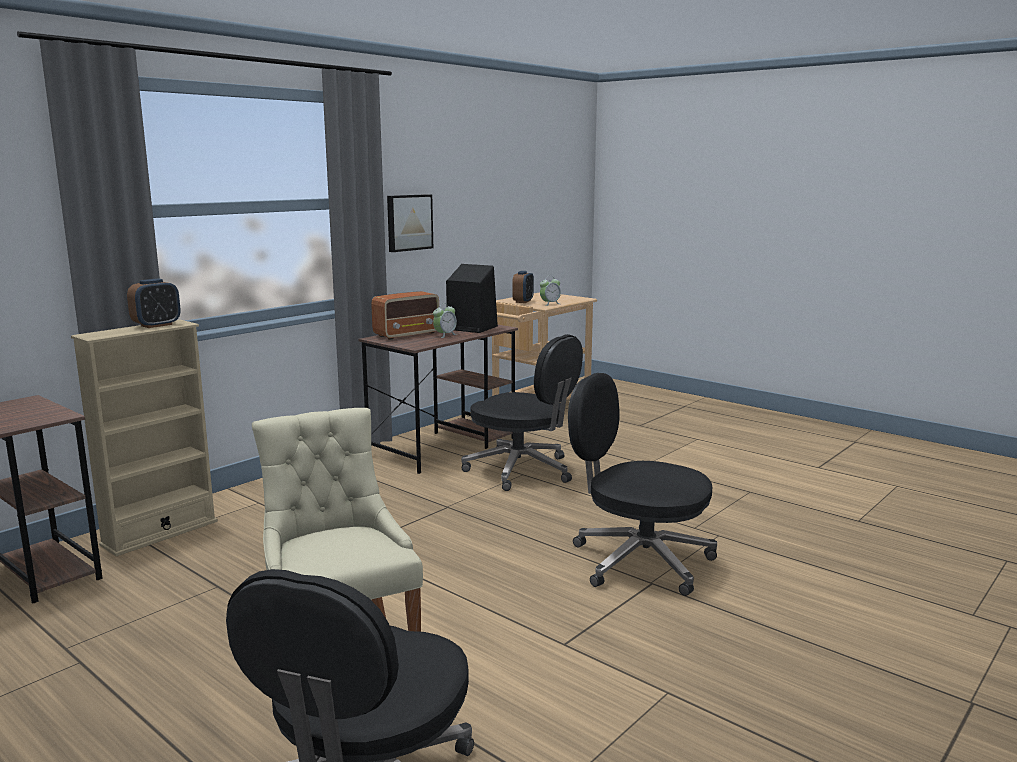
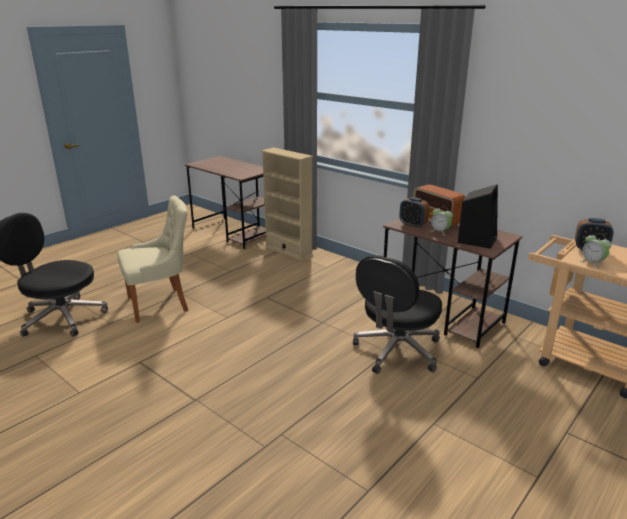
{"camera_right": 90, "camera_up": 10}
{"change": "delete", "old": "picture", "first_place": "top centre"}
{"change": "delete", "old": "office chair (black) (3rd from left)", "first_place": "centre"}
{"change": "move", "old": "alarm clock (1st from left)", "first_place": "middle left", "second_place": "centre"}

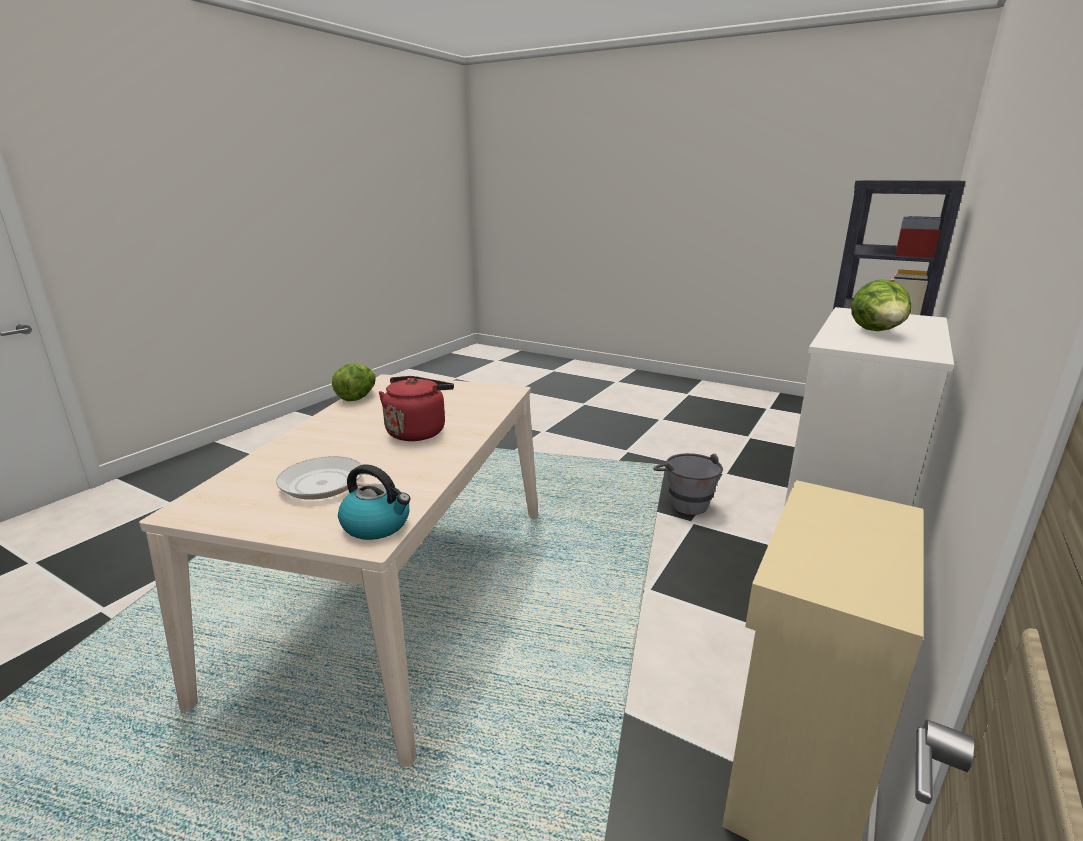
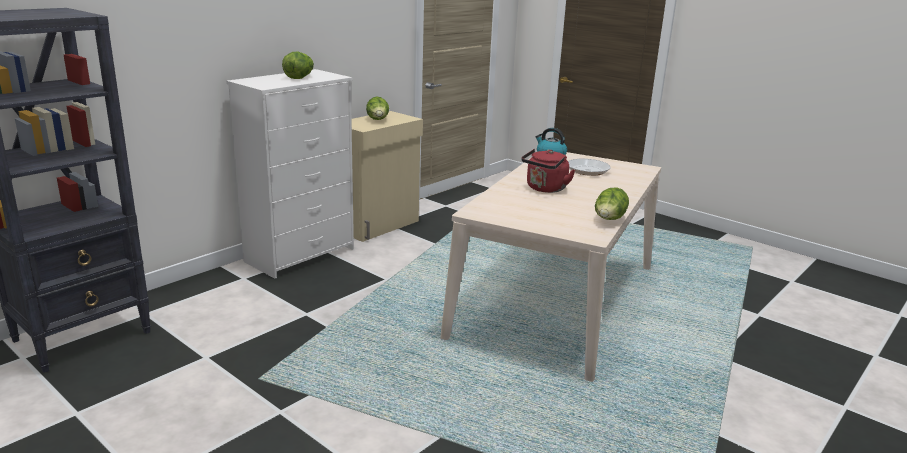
{"camera_right": -170, "camera_up": 0}
{"change": "delete", "old": "bucket (grey)", "first_place": "centre"}
{"change": "insert", "new": "lettuce (2nd from left)", "second_place": "top centre"}

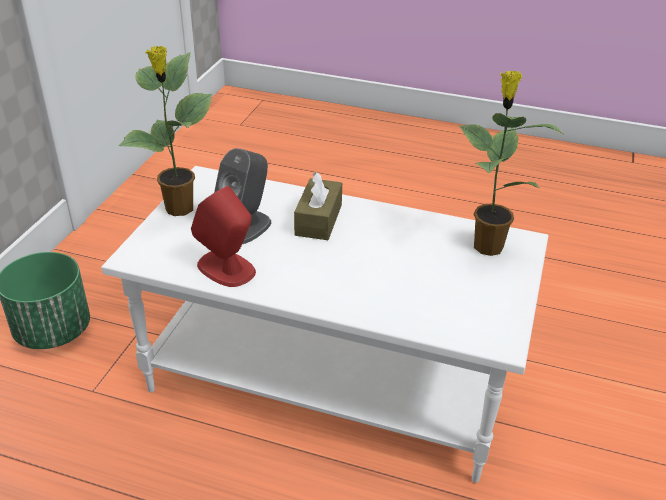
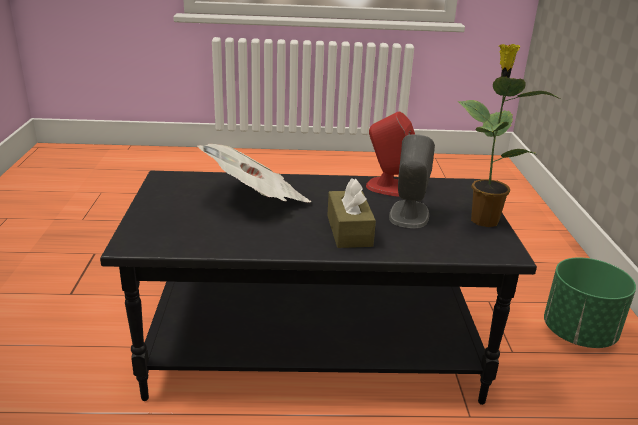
{"camera_right": 160, "camera_up": -10}
{"change": "delete", "old": "potted plant (2nd from left)", "first_place": "top right"}
{"change": "insert", "new": "newspaper", "second_place": "centre"}
{"change": "recolor", "old": "coffee table (white)", "new": "coffee table (black)", "first_place": "centre", "second_place": "bottom centre"}

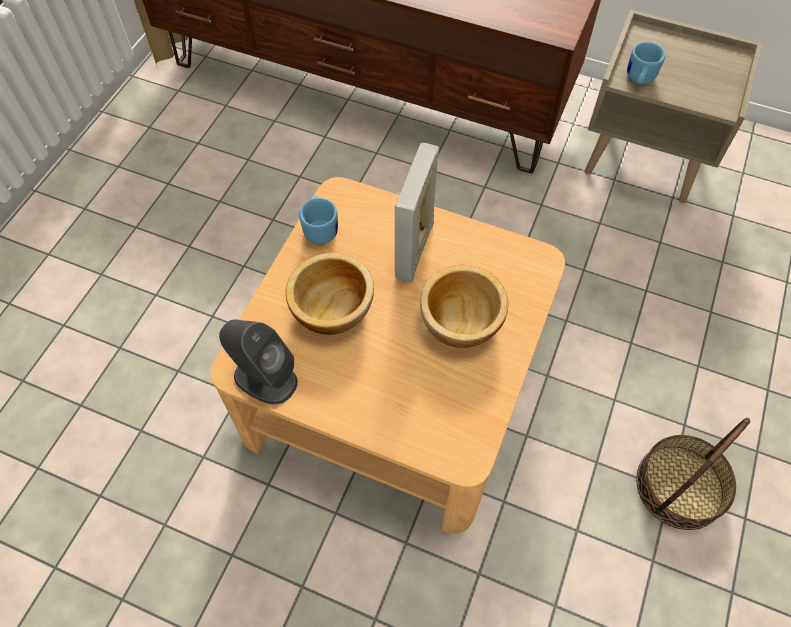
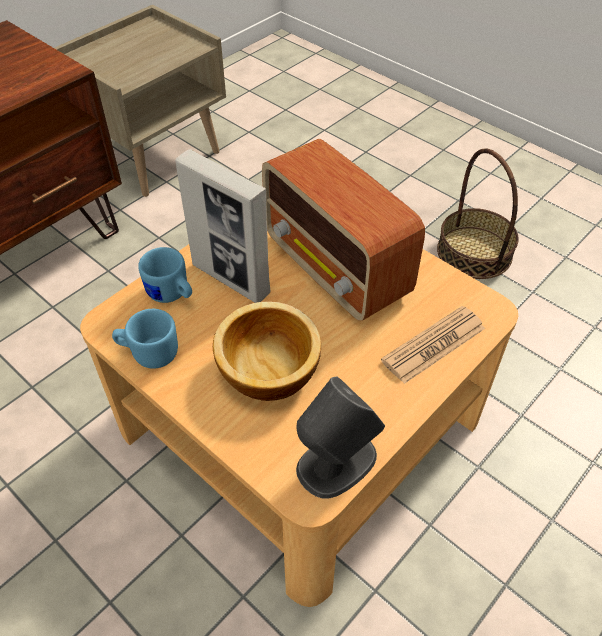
{"camera_right": -70, "camera_up": -10}
{"change": "insert", "new": "newspaper", "second_place": "middle right"}
{"change": "move", "old": "mug (blue) (2nd from left)", "first_place": "top right", "second_place": "middle left"}
{"change": "replace", "old": "bowl (2nd from left)", "new": "radio", "first_place": "centre", "second_place": "centre"}

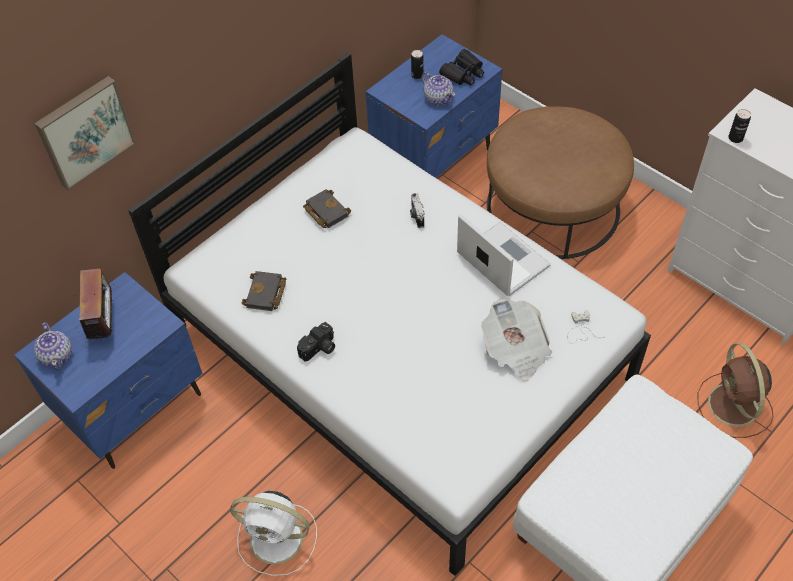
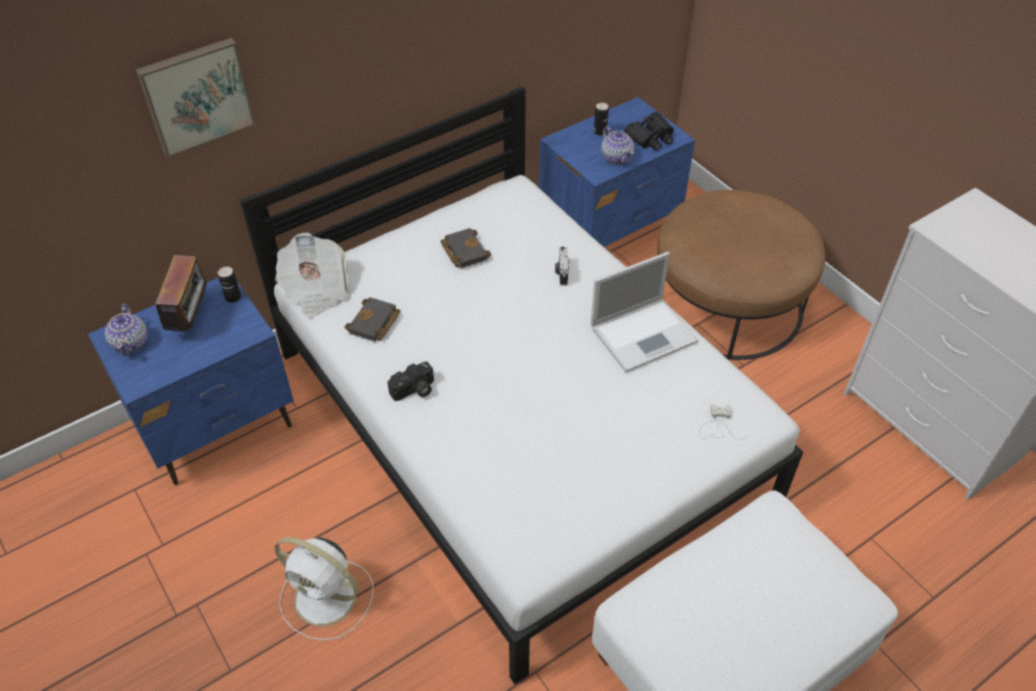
{"camera_right": 10, "camera_up": -5}
{"change": "delete", "old": "fan (brown)", "first_place": "bottom right"}
{"change": "move", "old": "newspaper", "first_place": "centre", "second_place": "middle left"}
{"change": "move", "old": "can (2nd from left in the first image)", "new": "can (1st from left)", "first_place": "top right", "second_place": "middle left"}
{"change": "rotate", "old": "laptop", "first_place": "centre", "second_place": "centre", "degrees": 90}

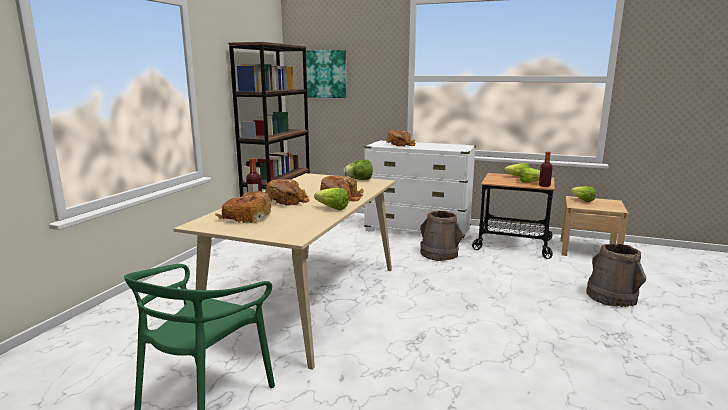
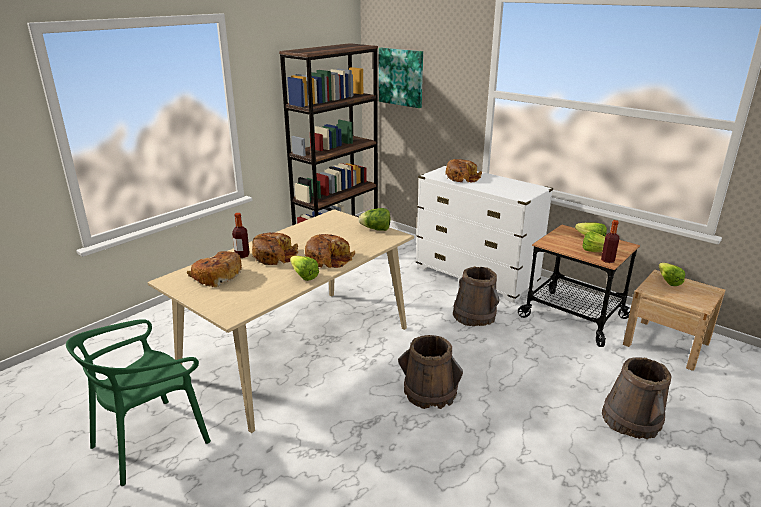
{"camera_right": 20, "camera_up": 10}
{"change": "insert", "new": "bucket (brown) (1st from left)", "second_place": "bottom centre"}

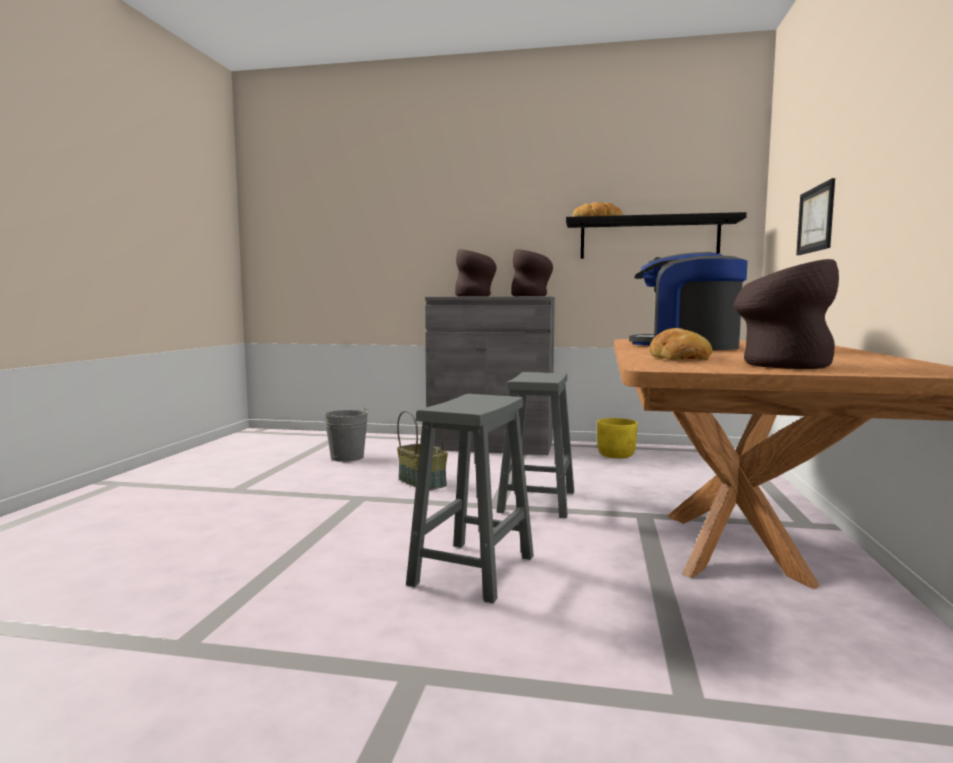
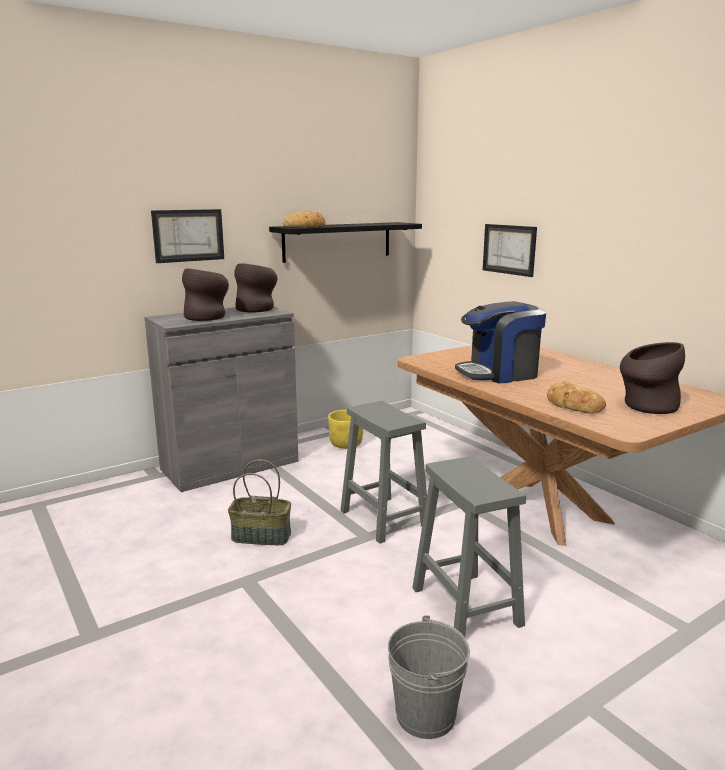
{"camera_right": -45, "camera_up": 10}
{"change": "insert", "new": "picture (1st from left)", "second_place": "top left"}
{"change": "move", "old": "bucket (grey)", "first_place": "centre", "second_place": "bottom centre"}

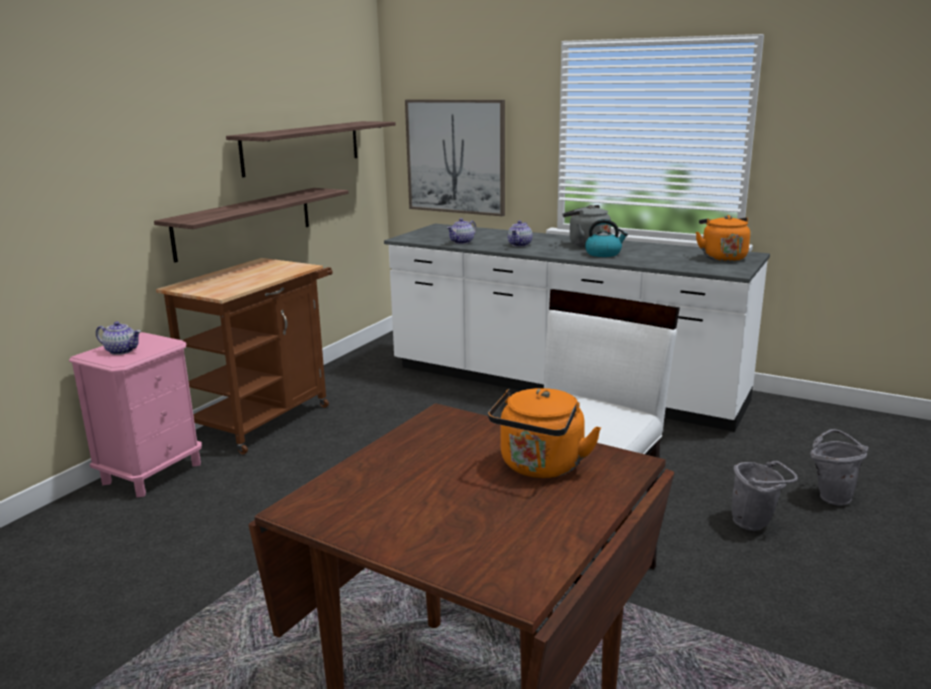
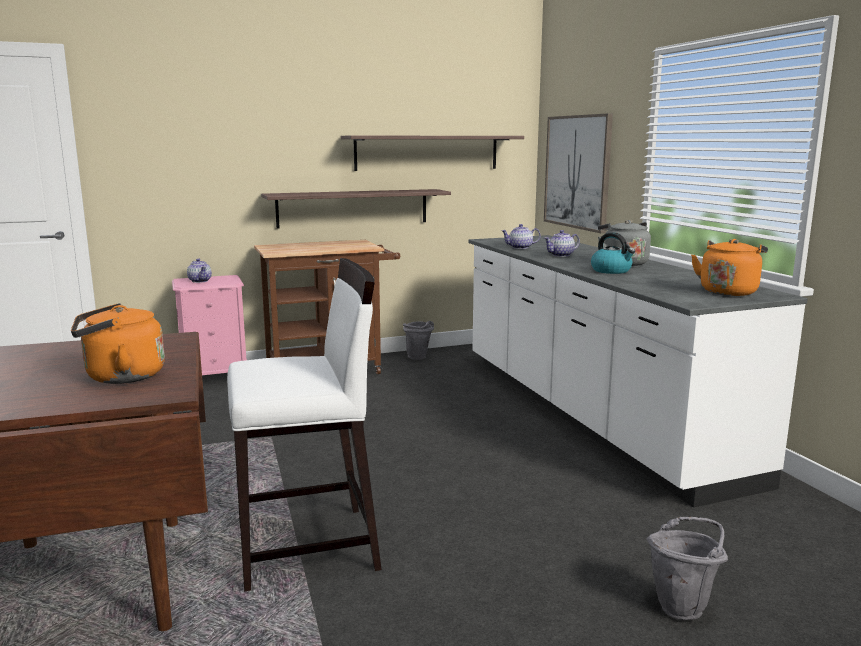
{"camera_right": 40, "camera_up": -5}
{"change": "move", "old": "bucket (grey) (1st from left)", "first_place": "bottom right", "second_place": "centre"}

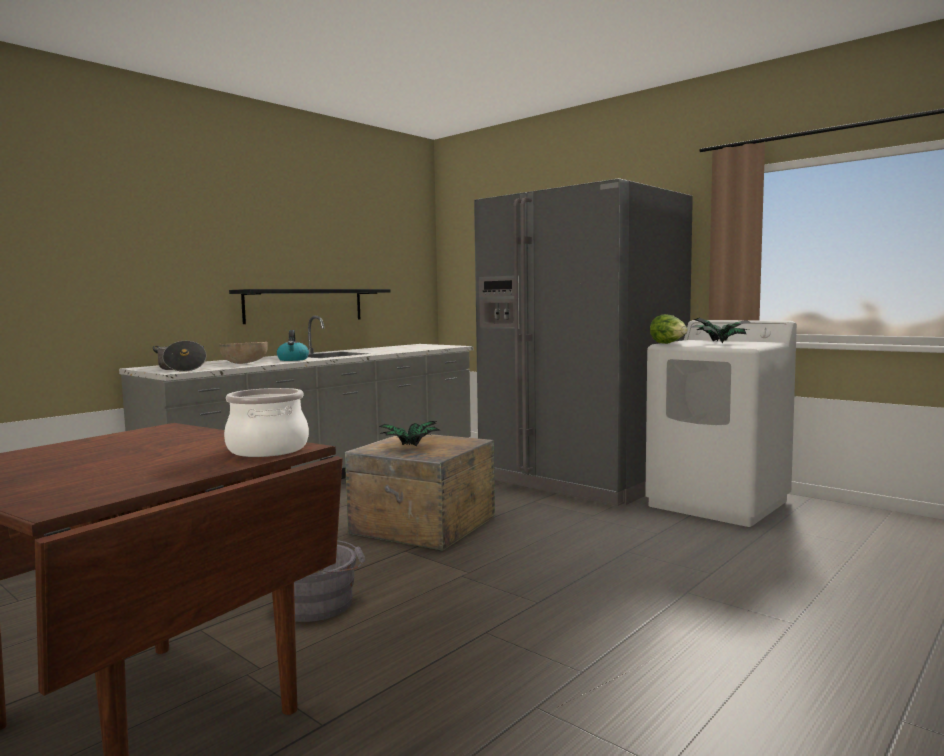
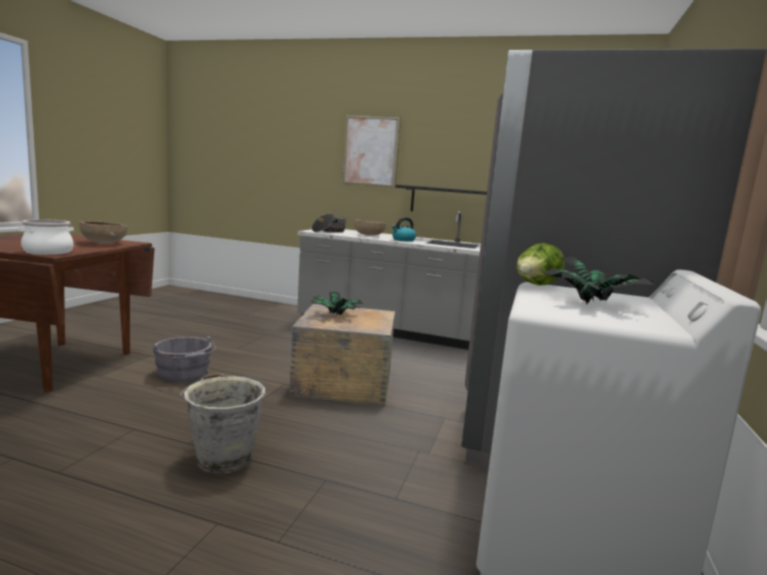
{"camera_right": 65, "camera_up": 5}
{"change": "insert", "new": "bowl (brown) (1st from left)", "second_place": "middle left"}
{"change": "insert", "new": "bucket (grey) (2nd from left)", "second_place": "bottom left"}
{"change": "insert", "new": "picture", "second_place": "top centre"}

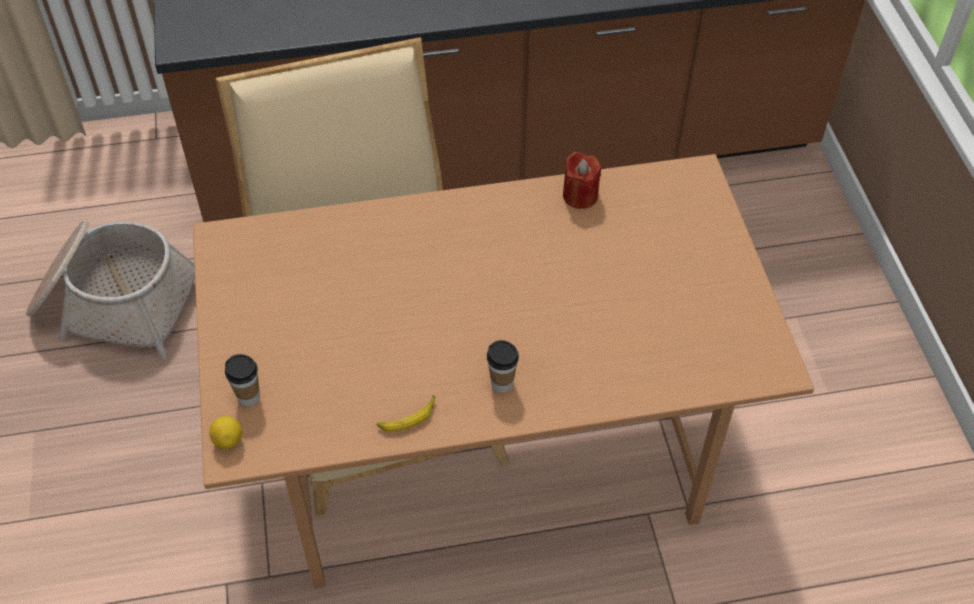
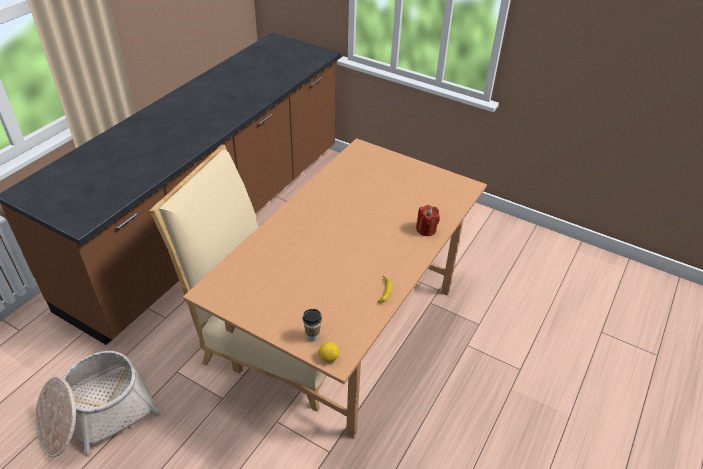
{"camera_right": -50, "camera_up": -10}
{"change": "delete", "old": "cup (2nd from left)", "first_place": "centre"}
{"change": "move", "old": "candle (red)", "first_place": "top centre", "second_place": "centre"}

